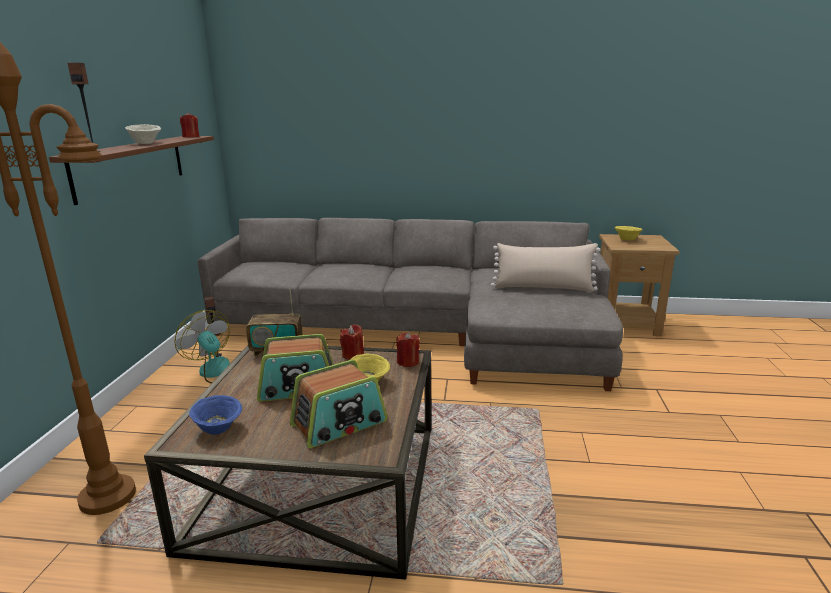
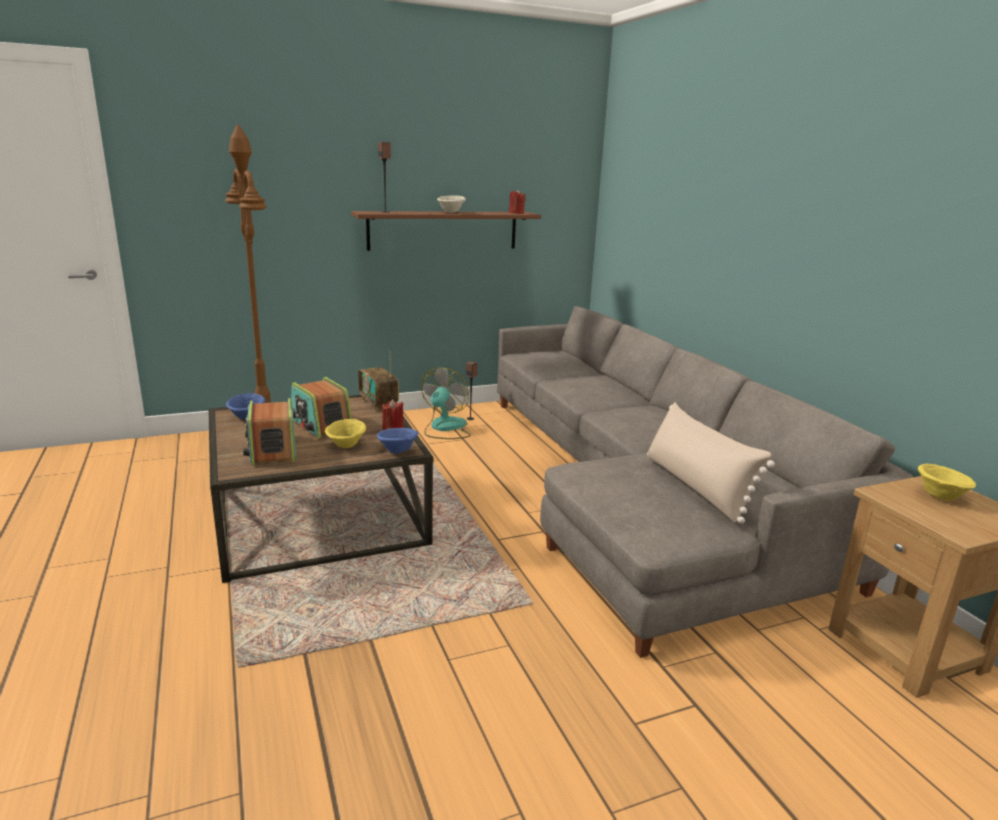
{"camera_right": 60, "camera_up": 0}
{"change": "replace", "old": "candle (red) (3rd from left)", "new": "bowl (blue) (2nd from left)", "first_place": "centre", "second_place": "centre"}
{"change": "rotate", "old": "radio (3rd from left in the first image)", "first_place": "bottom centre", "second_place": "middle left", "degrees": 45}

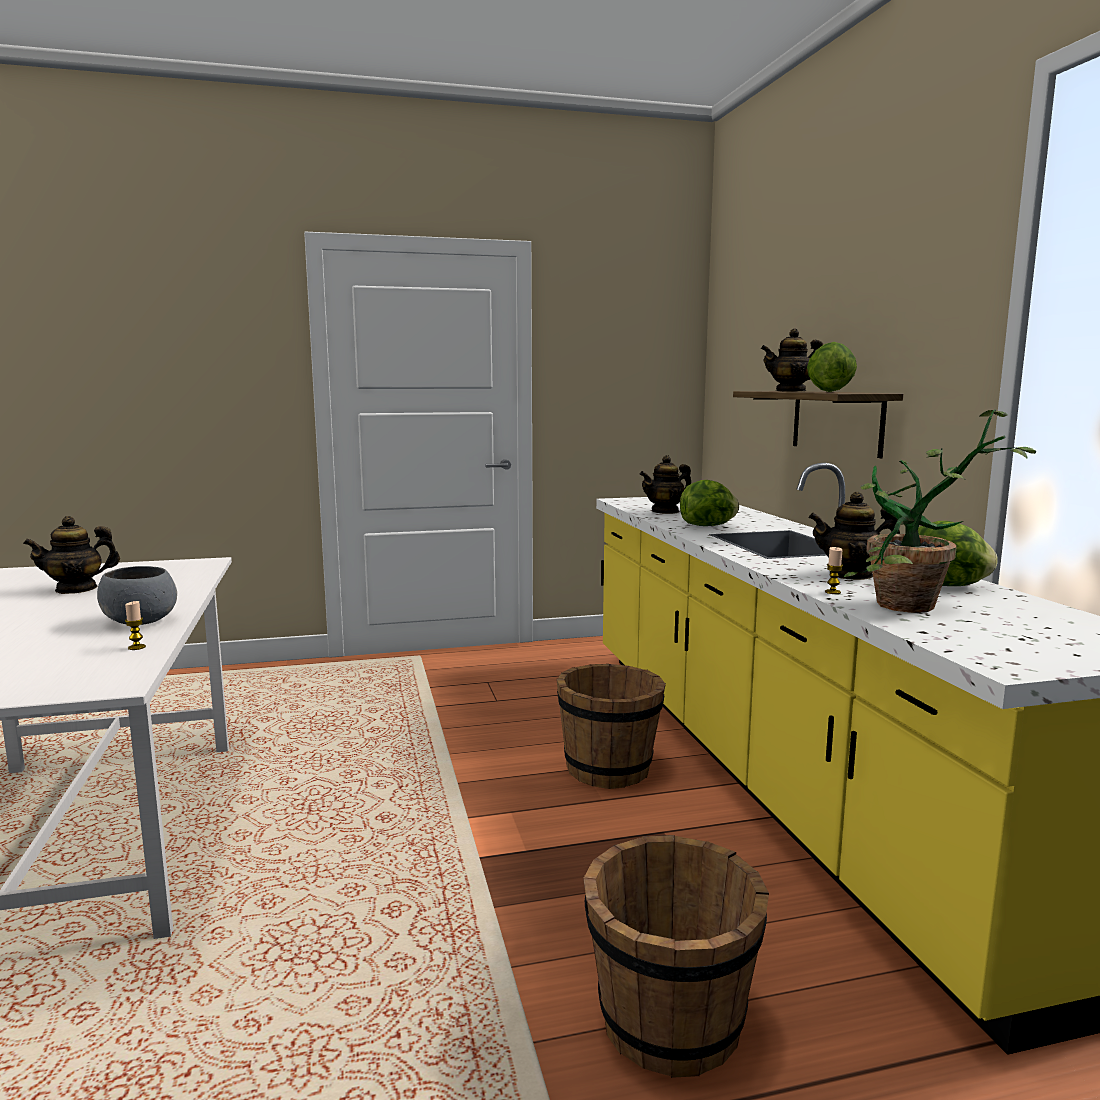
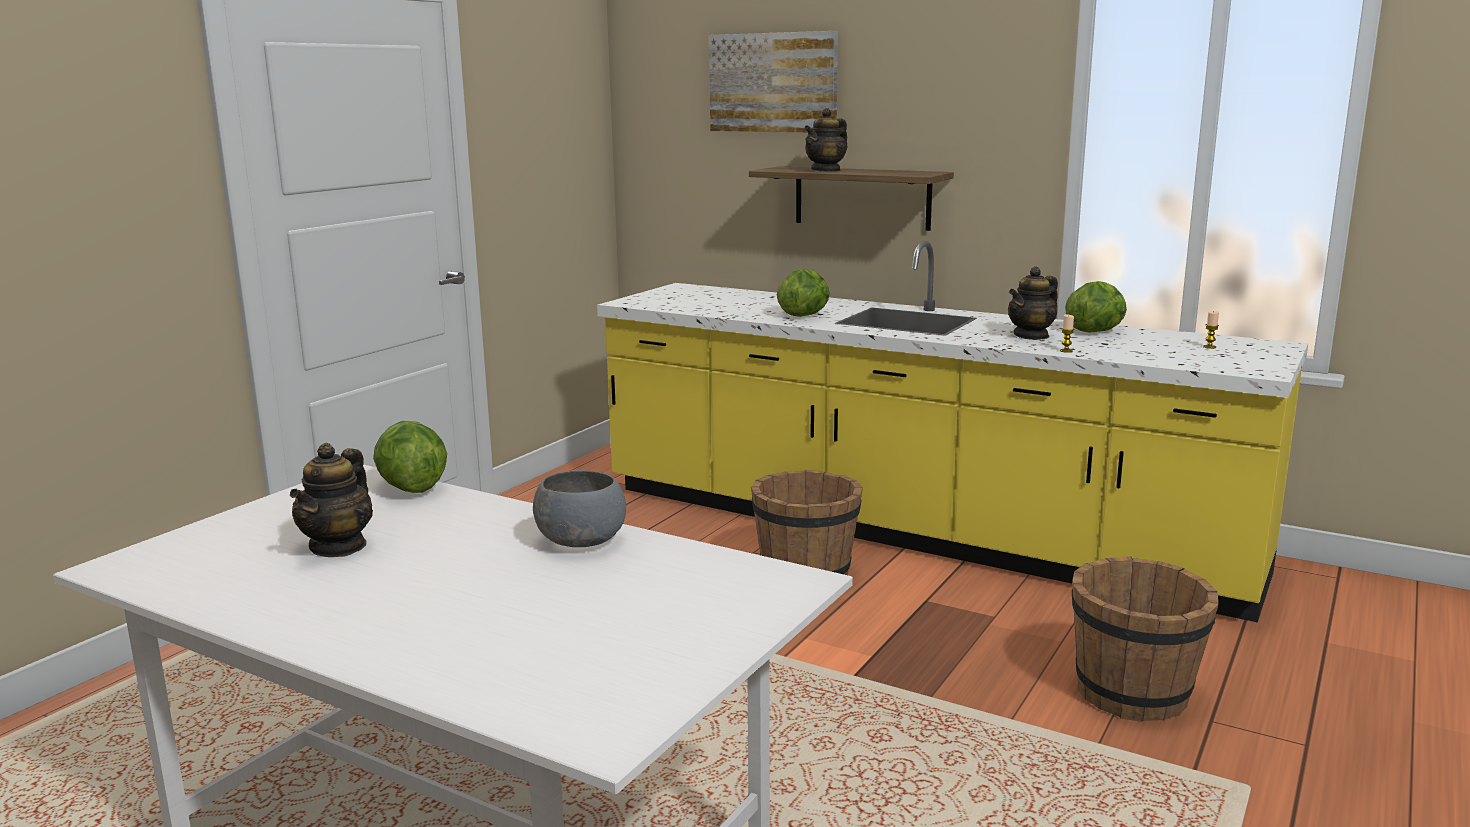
{"camera_right": -45, "camera_up": 5}
{"change": "delete", "old": "teapot (2nd from left)", "first_place": "centre"}
{"change": "delete", "old": "potted plant", "first_place": "middle right"}
{"change": "insert", "new": "picture", "second_place": "top centre"}
{"change": "move", "old": "candle (1st from left in the first image)", "new": "candle (2nd from left)", "first_place": "middle left", "second_place": "middle right"}
{"change": "move", "old": "lettuce (2nd from left in the first image)", "new": "lettuce (1st from left)", "first_place": "middle right", "second_place": "middle left"}

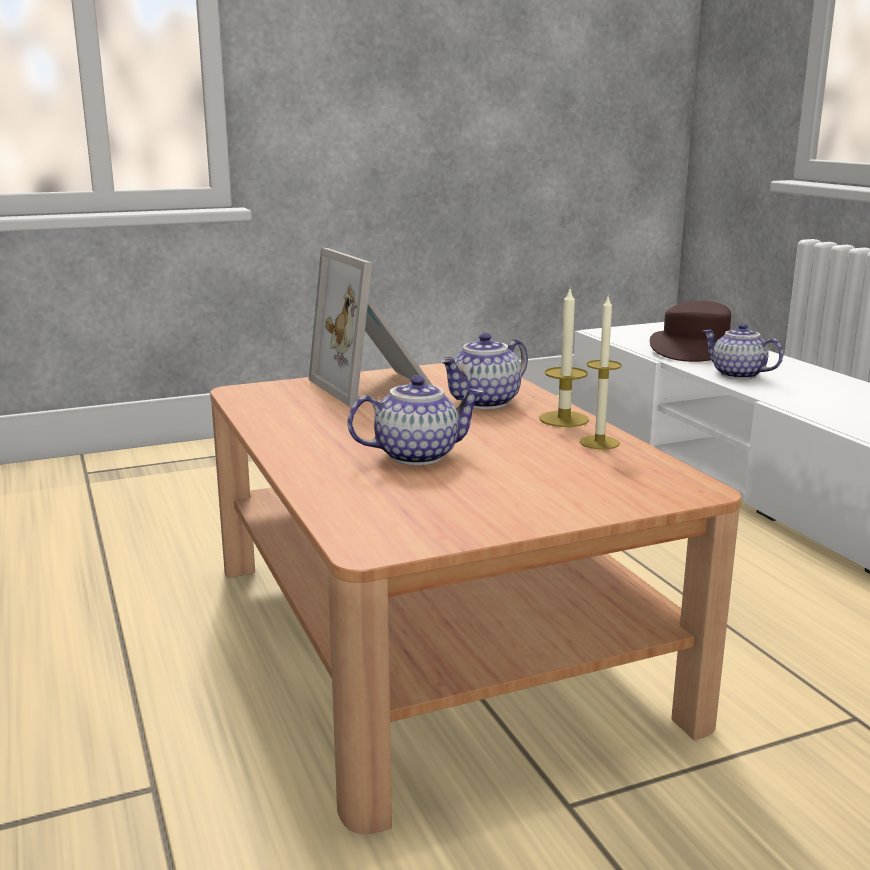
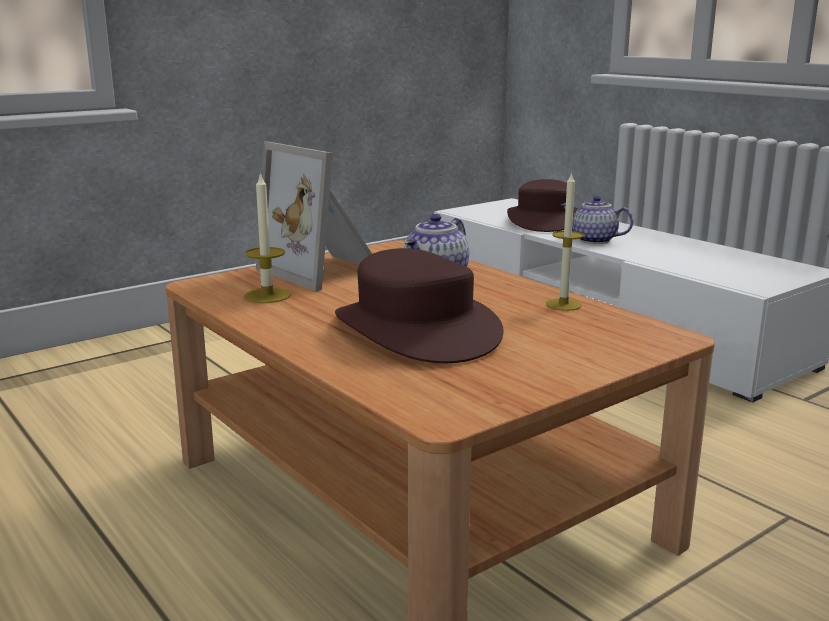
{"camera_right": -15, "camera_up": 0}
{"change": "move", "old": "candle (1st from left)", "first_place": "centre", "second_place": "middle left"}
{"change": "replace", "old": "teapot (1st from left)", "new": "hat (brown) (1st from left)", "first_place": "centre", "second_place": "centre"}

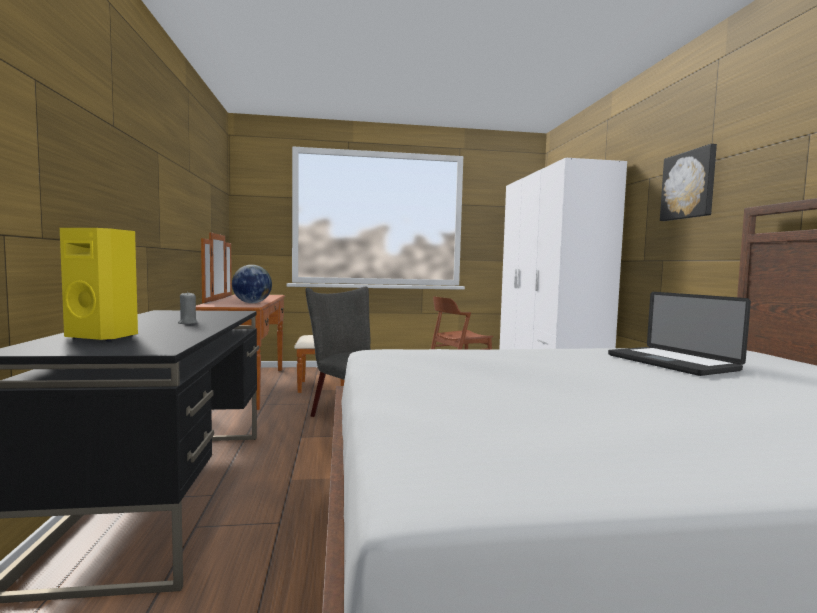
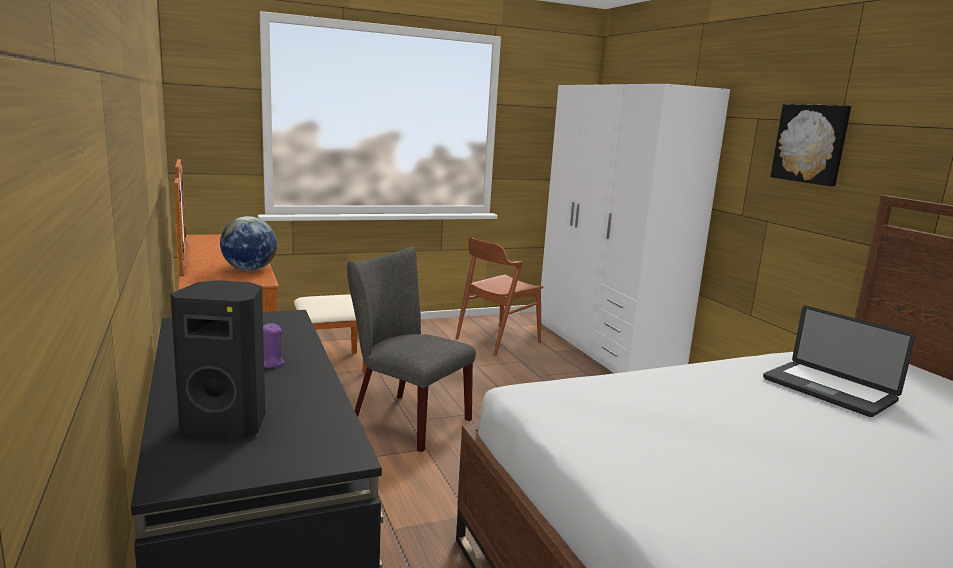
{"camera_right": -15, "camera_up": 10}
{"change": "recolor", "old": "speaker (yellow)", "new": "speaker (black)", "first_place": "middle left", "second_place": "middle left"}
{"change": "recolor", "old": "candle (grey)", "new": "candle (purple)", "first_place": "middle left", "second_place": "middle left"}

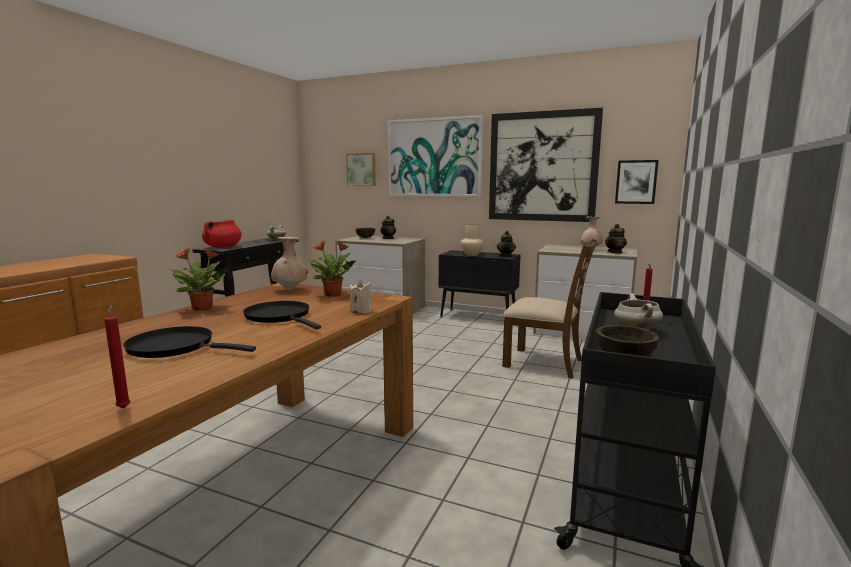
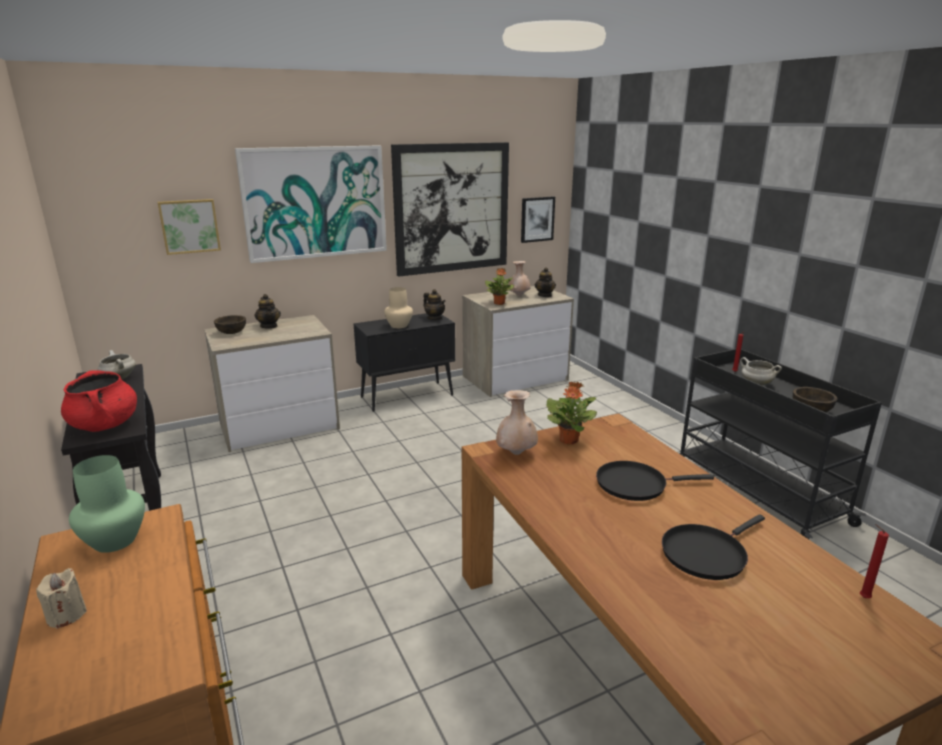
{"camera_right": -50, "camera_up": 10}
{"change": "delete", "old": "chair (brown)", "first_place": "centre"}
{"change": "insert", "new": "vase (green)", "second_place": "bottom left"}
{"change": "move", "old": "potted plant (1st from left)", "first_place": "middle left", "second_place": "centre"}
{"change": "move", "old": "candle (beige)", "first_place": "centre", "second_place": "bottom left"}

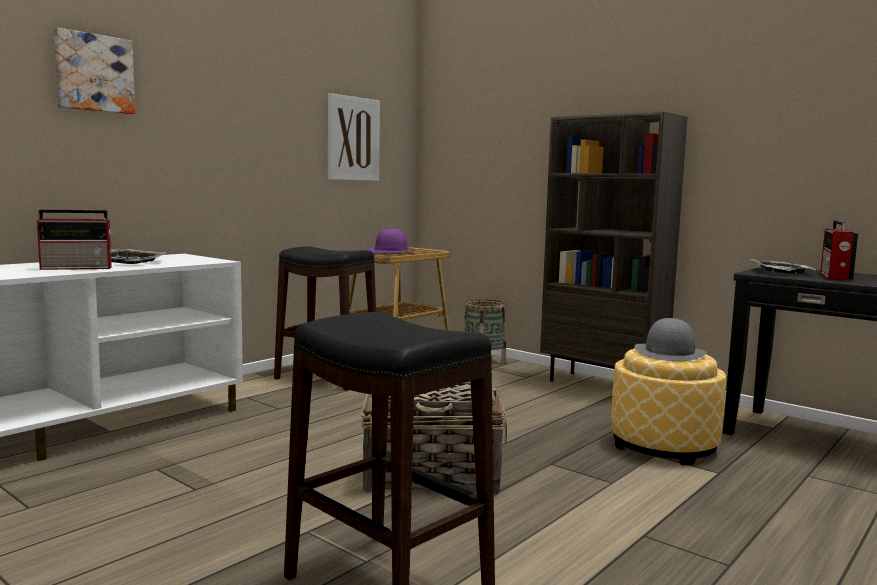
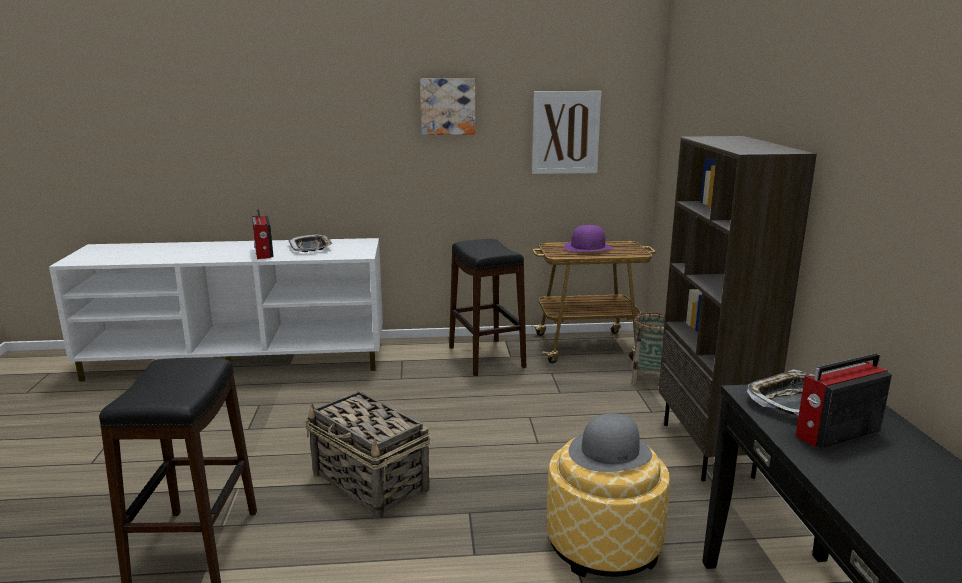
{"camera_right": 45, "camera_up": 10}
{"change": "move", "old": "picture (1st from left)", "first_place": "top left", "second_place": "top centre"}
{"change": "rotate", "old": "radio (1st from left)", "first_place": "middle left", "second_place": "middle left", "degrees": 45}

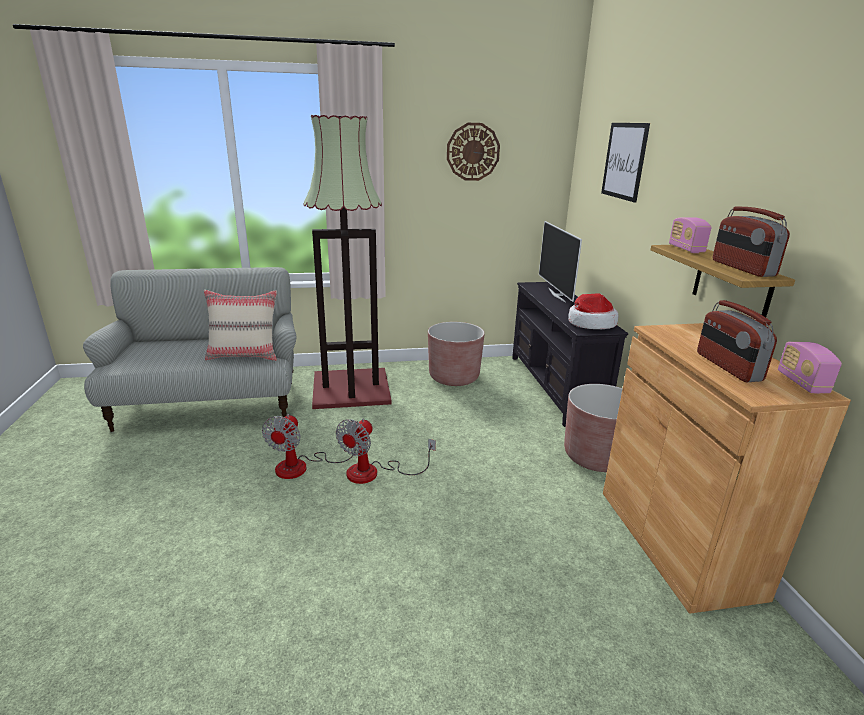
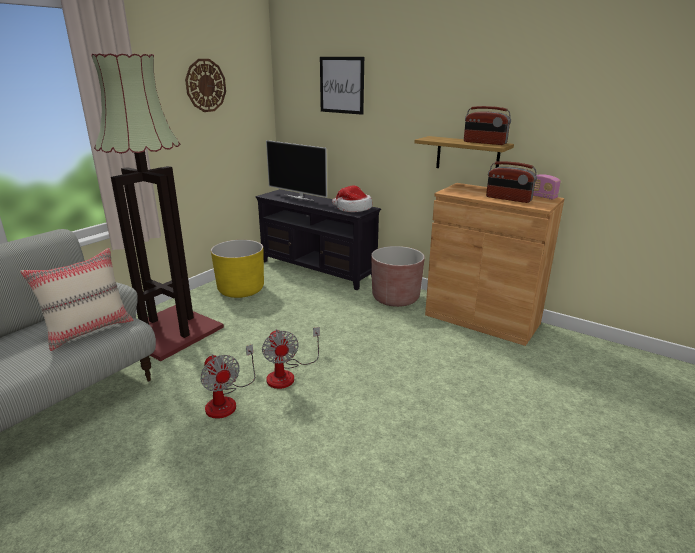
{"camera_right": -45, "camera_up": 0}
{"change": "delete", "old": "radio (1st from left)", "first_place": "top right"}
{"change": "recolor", "old": "planter (brown) (1st from left)", "new": "planter (yellow)", "first_place": "centre", "second_place": "centre"}

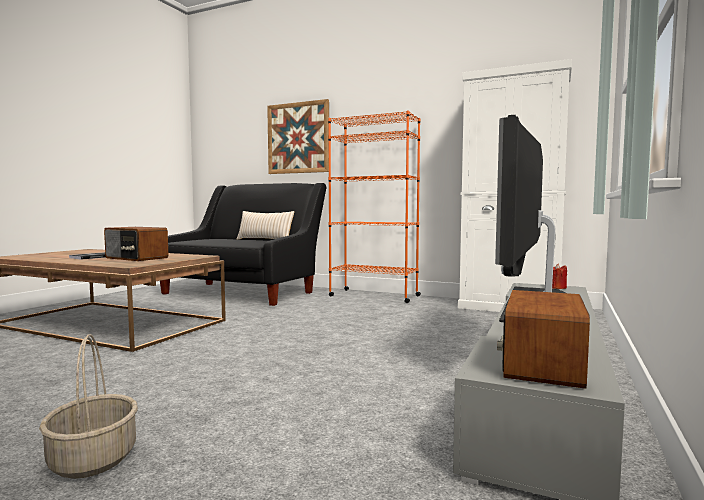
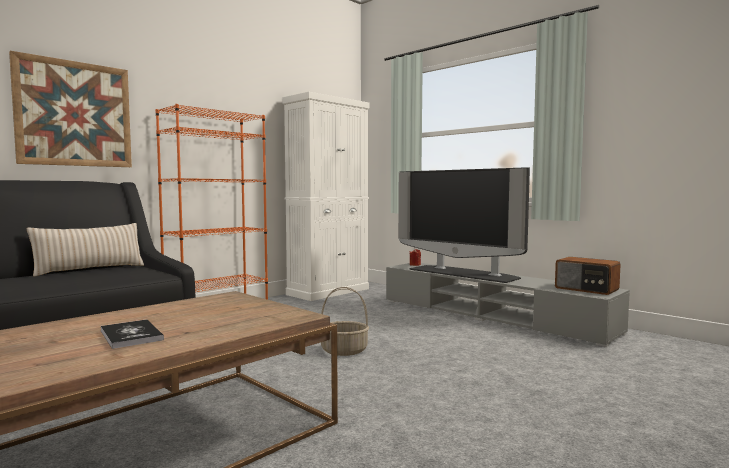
{"camera_right": -70, "camera_up": 0}
{"change": "delete", "old": "radio (1st from left)", "first_place": "middle left"}
{"change": "move", "old": "basket", "first_place": "bottom left", "second_place": "bottom centre"}

